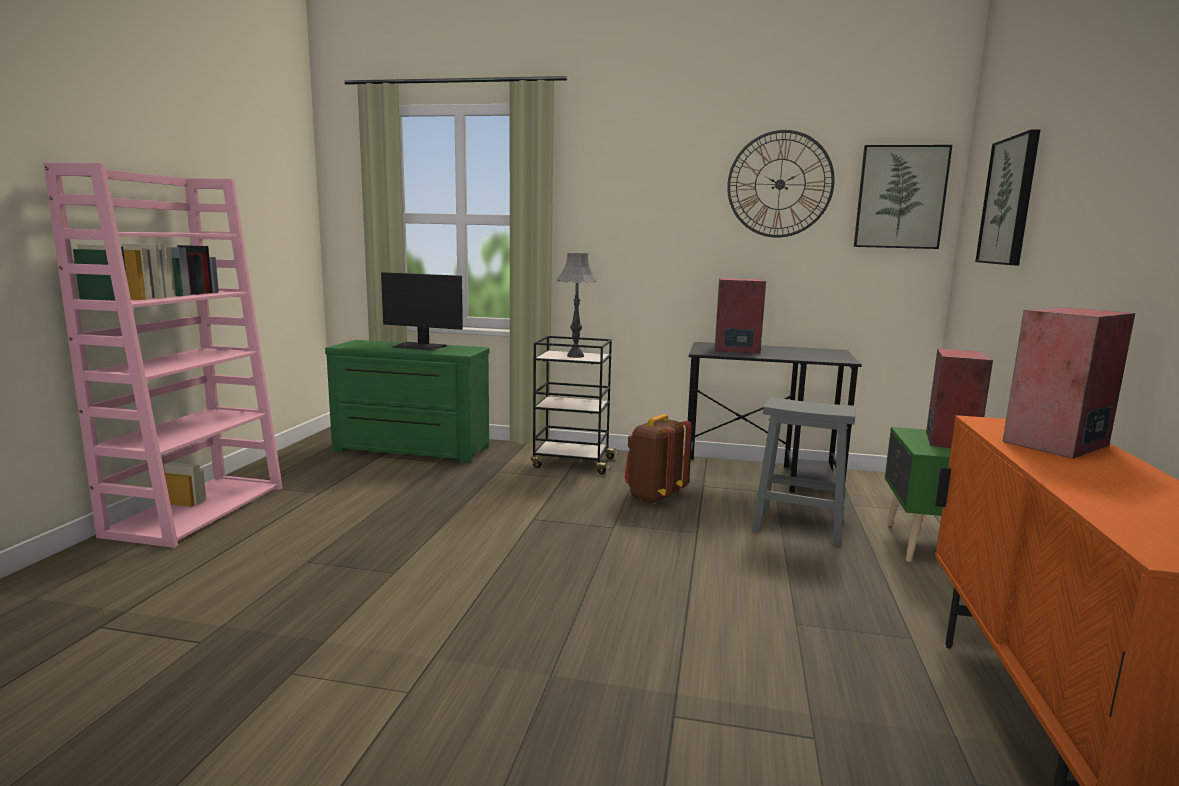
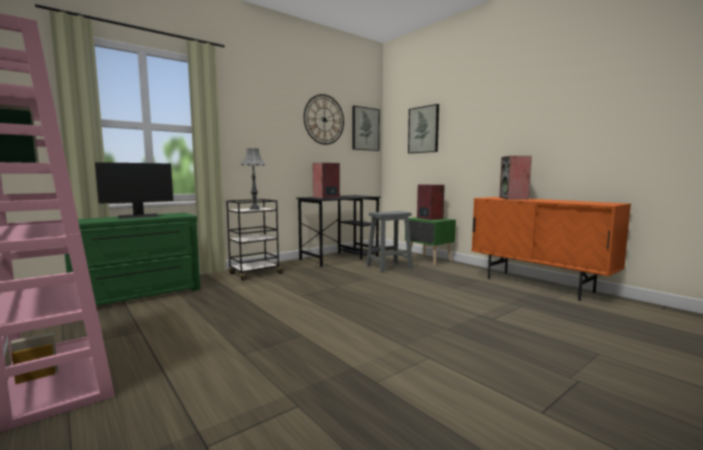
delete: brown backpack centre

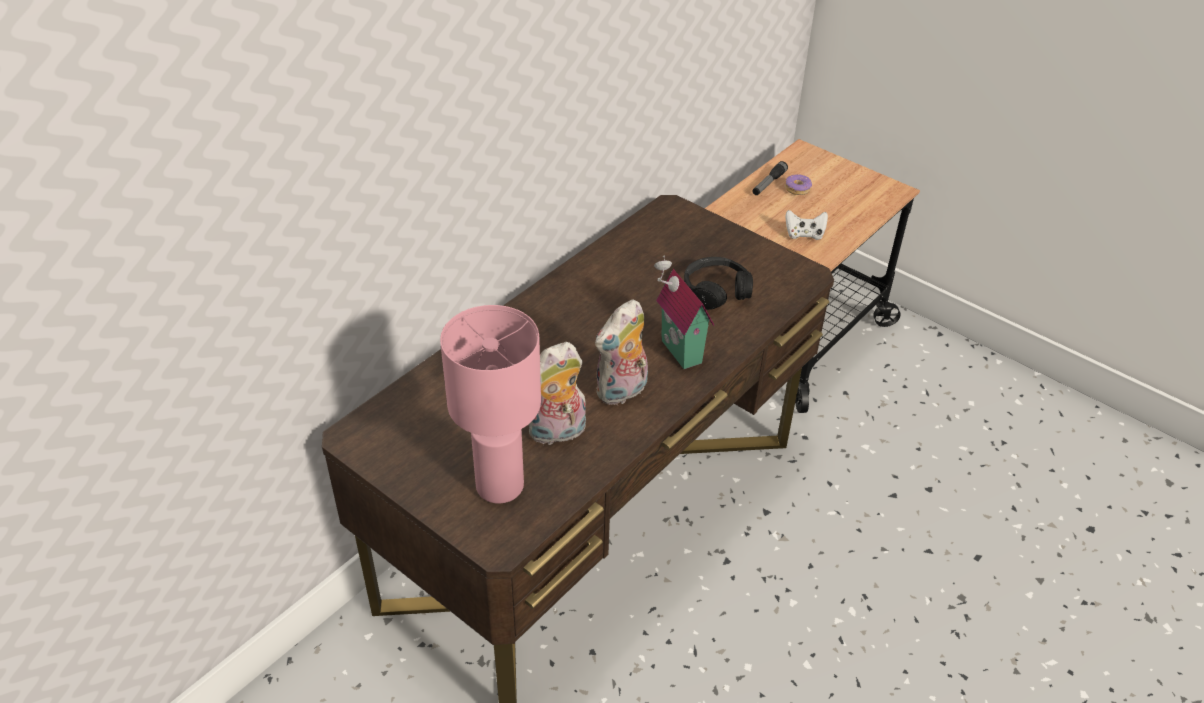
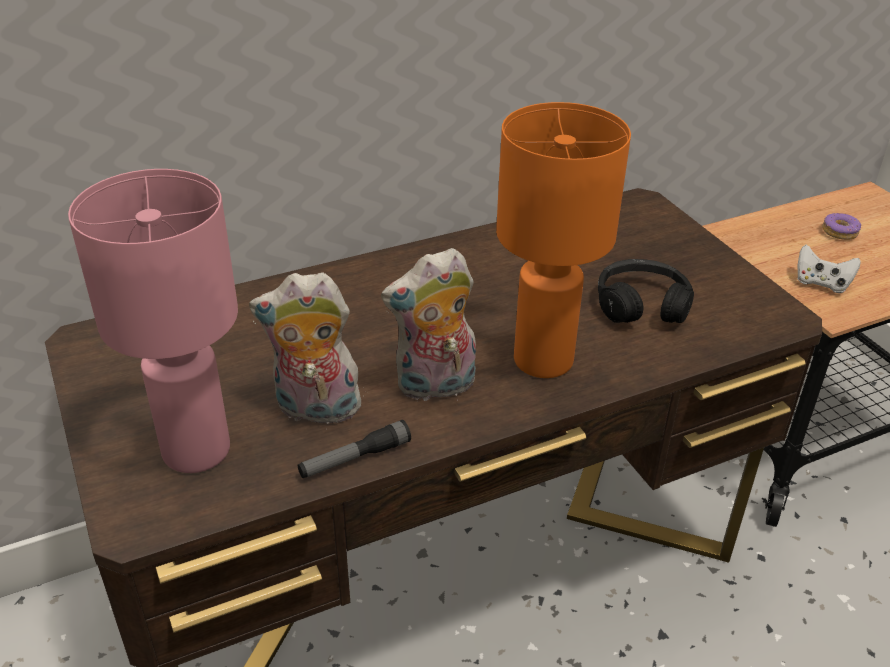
move: flashlight top centre to bottom centre
replace: toy house centre to orange table lamp centre

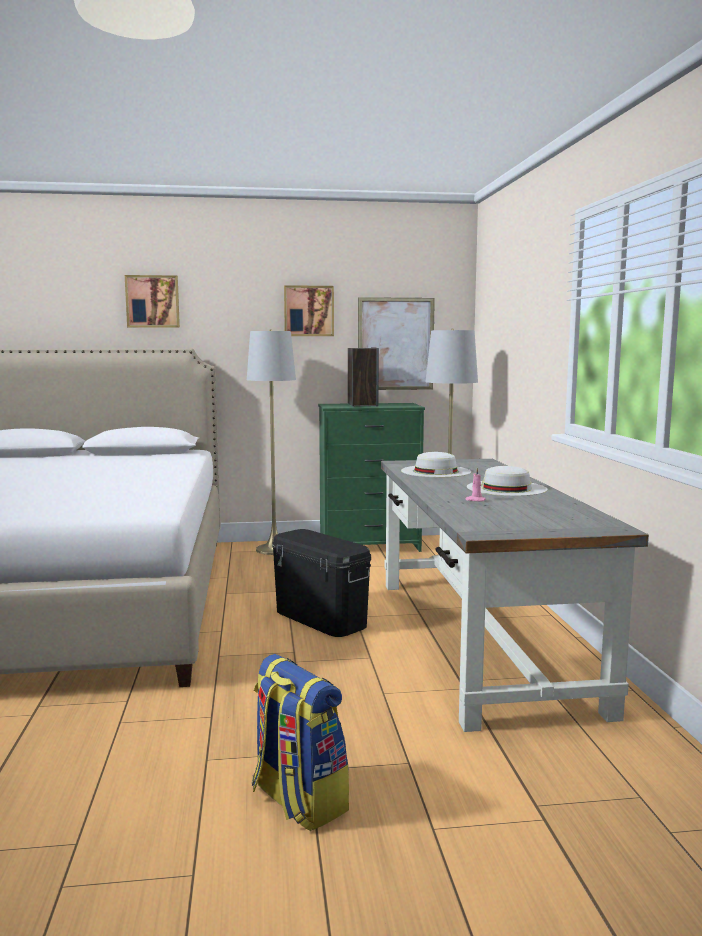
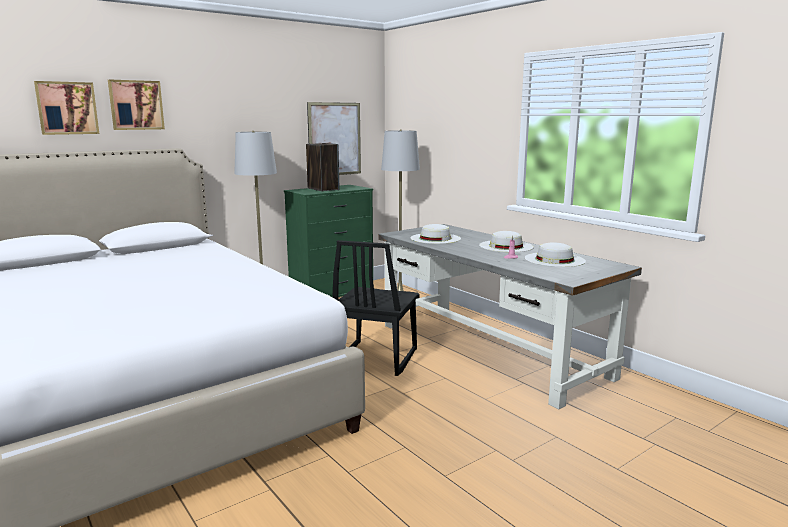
delete: backpack bottom centre
insert: white hat (3rd from left) middle right
move: picture (2nd from left in the first image) top centre to picture (1st from left) top left
replace: black storage box centre to black chair centre

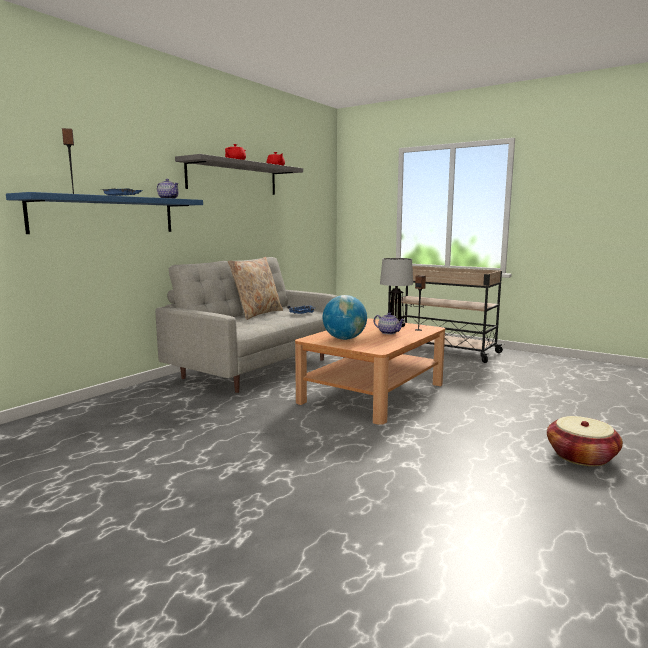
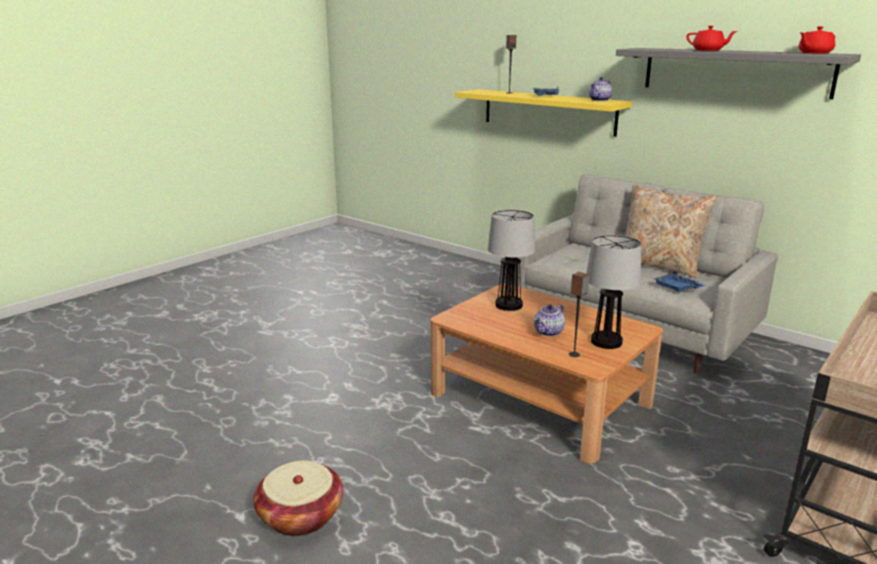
replace: globe centre to table lamp (1st from left) centre
recolor: blue shelf top left to yellow shelf top centre

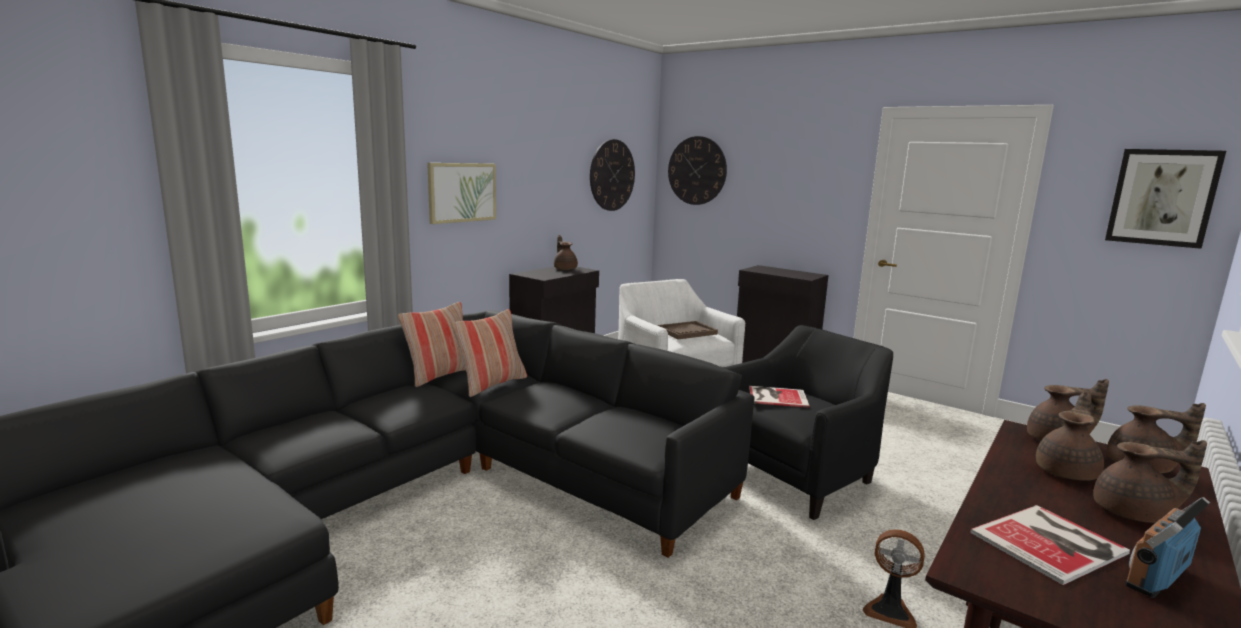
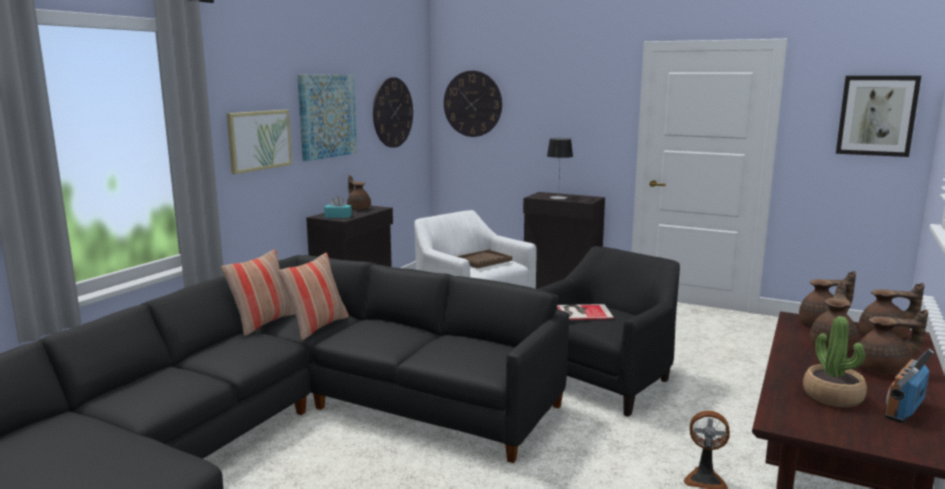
insert: picture (2nd from left) top centre; turquoise tissue box centre; table lamp centre
replace: book (2nd from left) bottom right to potted plant bottom right

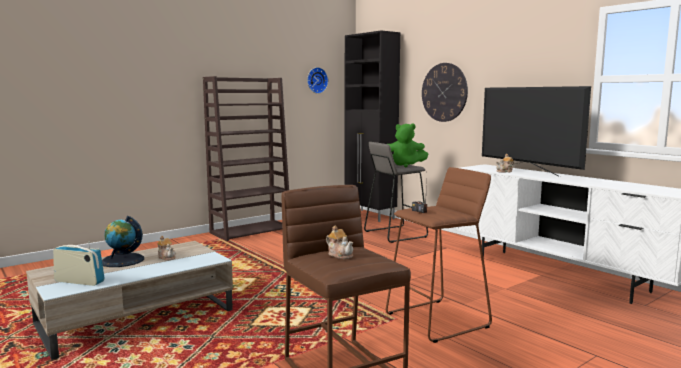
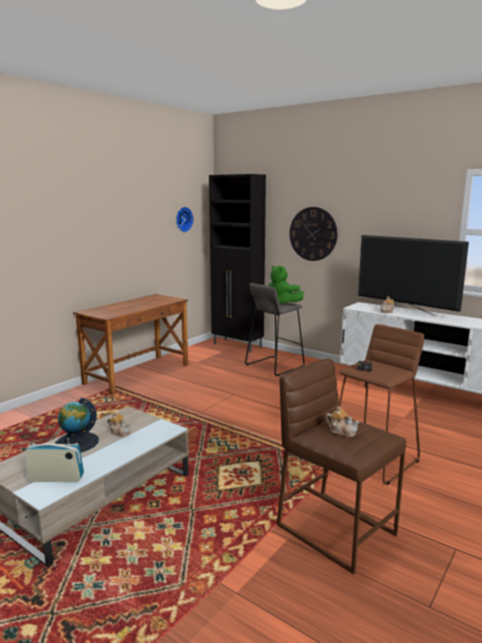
replace: brown bookcase centre to brown desk middle left
rotate: green plush toy centre = centre 60 degrees clockwise

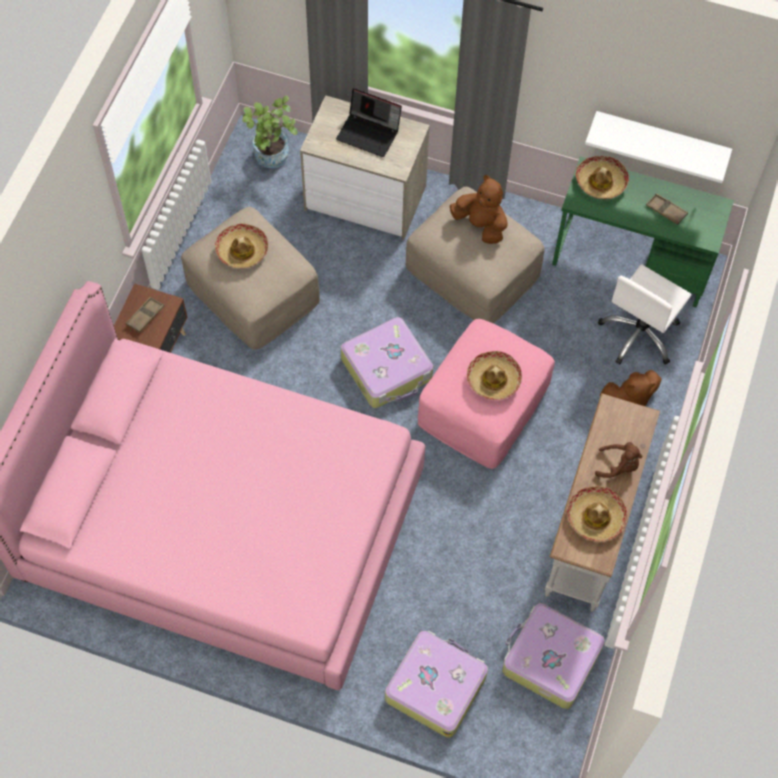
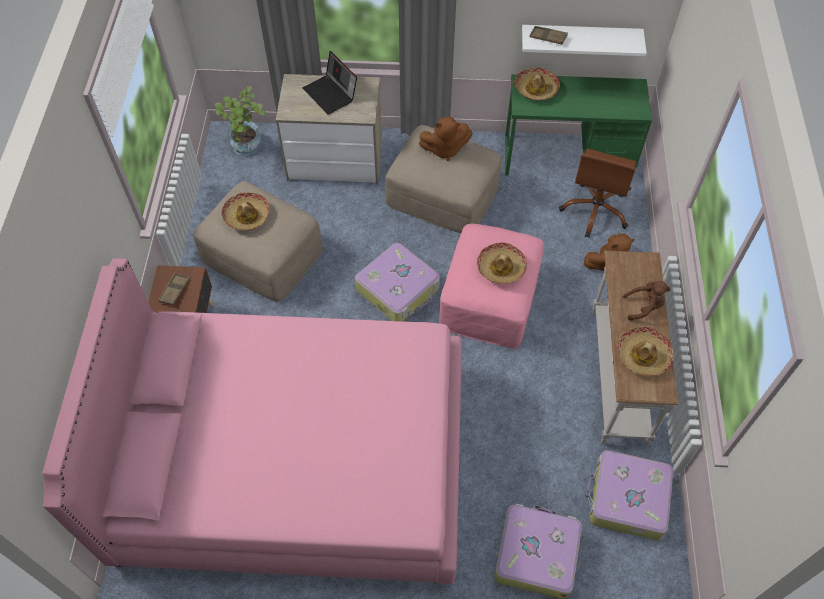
move: brown tray (2nd from left) top right to top centre
recolor: white office chair middle right to brown office chair top right
rotate: laptop top centre = top centre 45 degrees clockwise; brown plush toy (1st from left) top centre = top centre 150 degrees clockwise

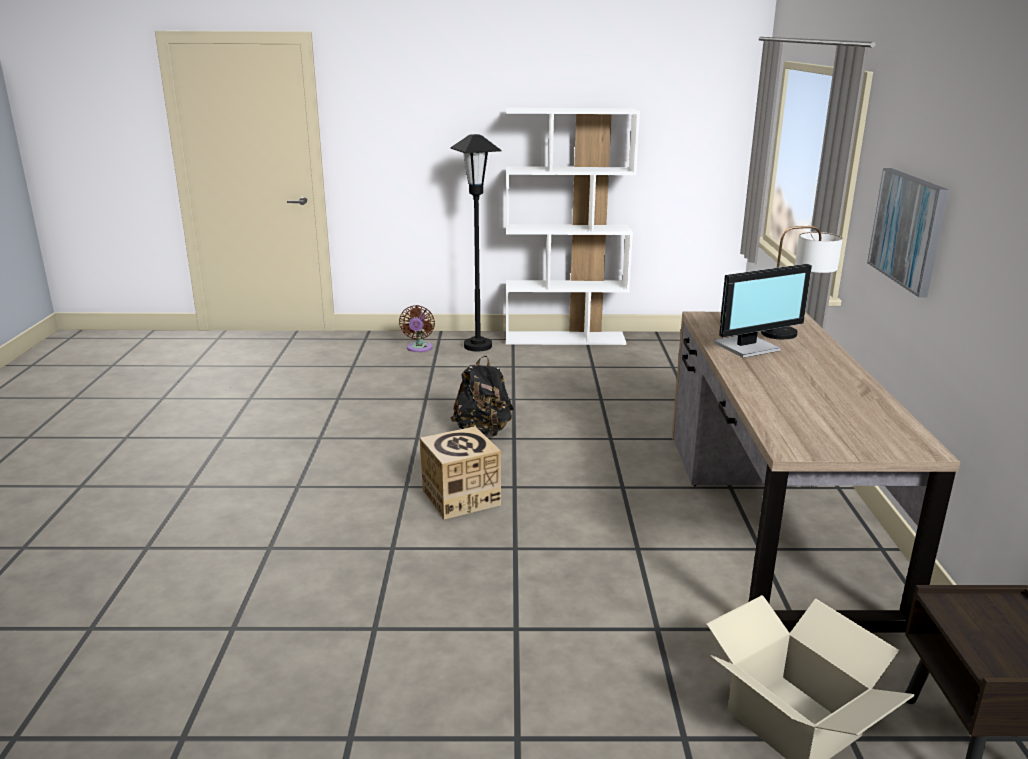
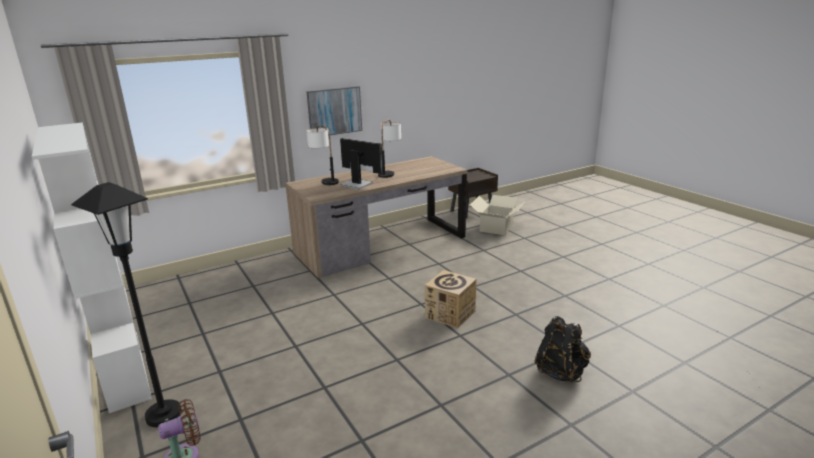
insert: table lamp (2nd from left) top centre
move: black backpack centre to bottom right

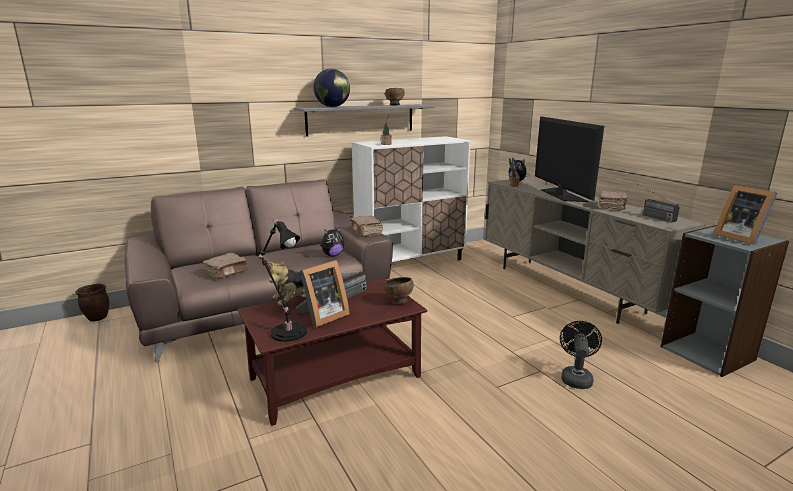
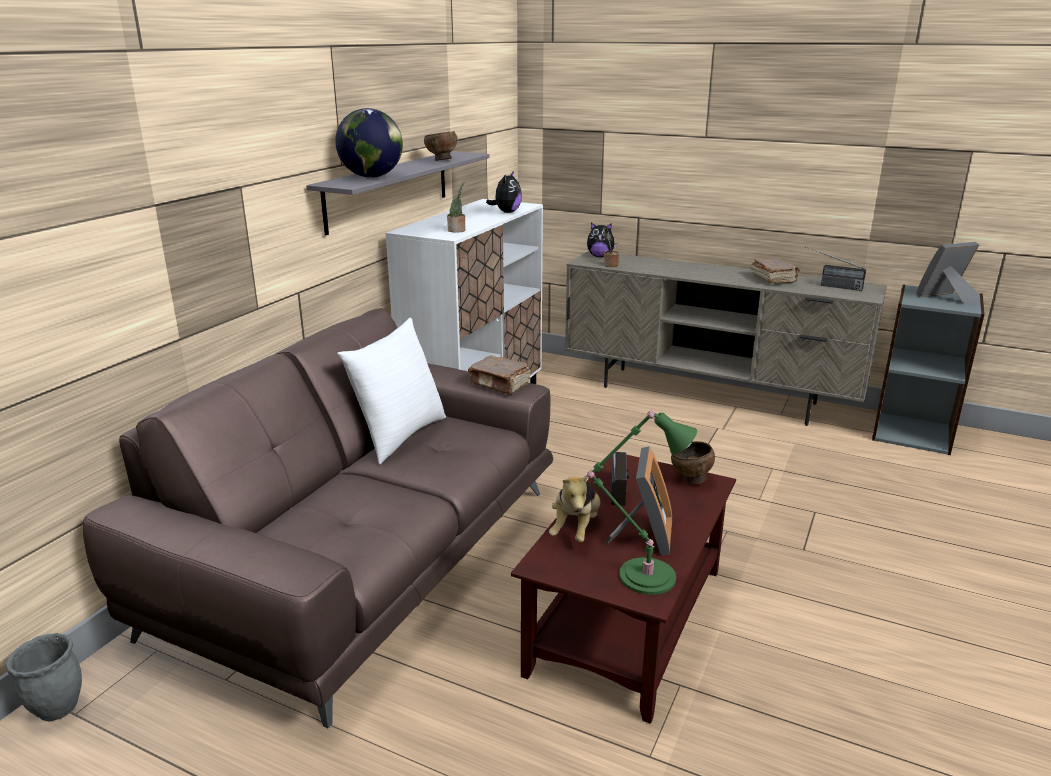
delete: brown book (1st from left) middle left; television top right; black fan bottom right
insert: white pillow centre
move: plush toy (2nd from left in the first image) centre to plush toy (1st from left) top centre
recolor: brown planter middle left to grey planter bottom left; black table lamp centre to green table lamp centre
rotate: picture frame (2nd from left) middle right = middle right 135 degrees clockwise

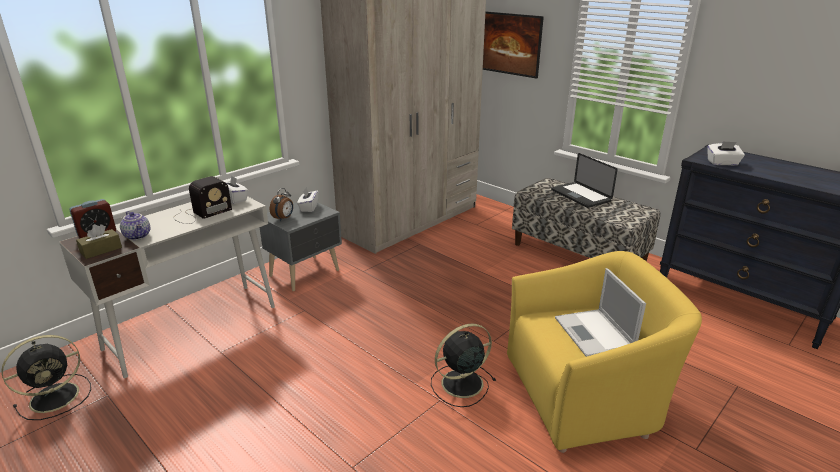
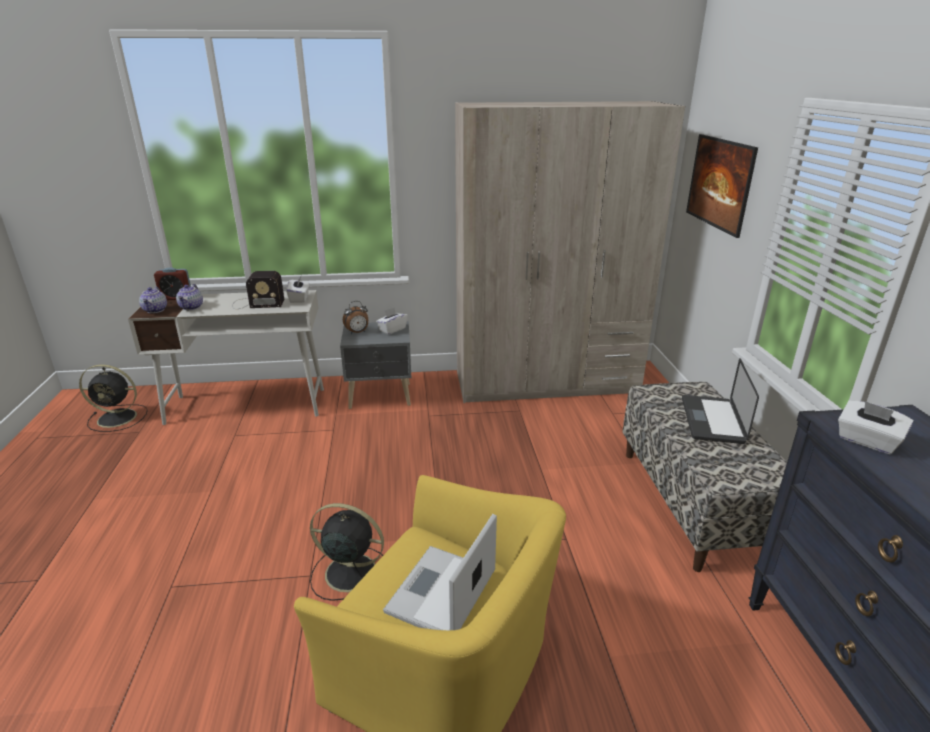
replace: brown tissue box middle left to teapot (1st from left) middle left

